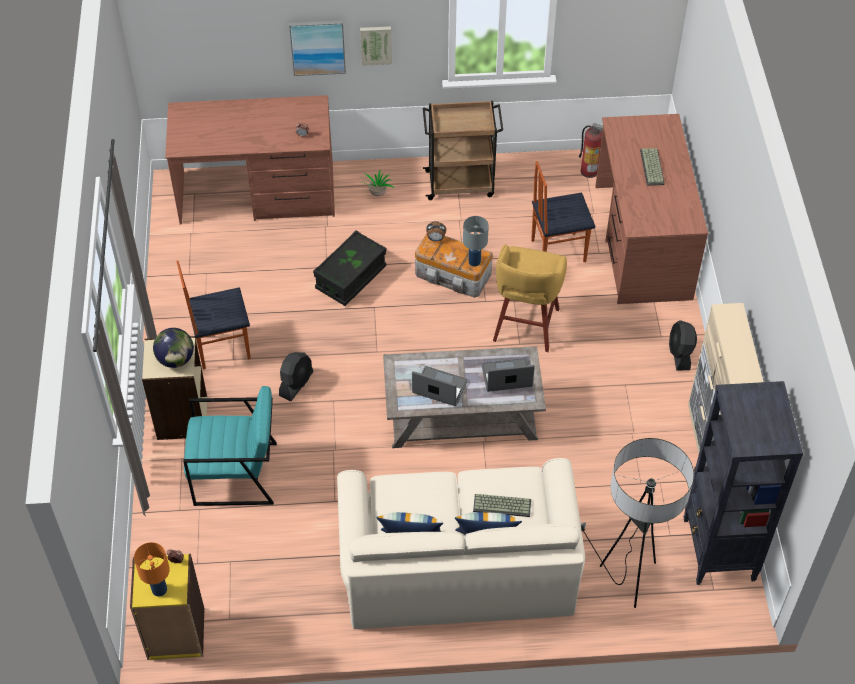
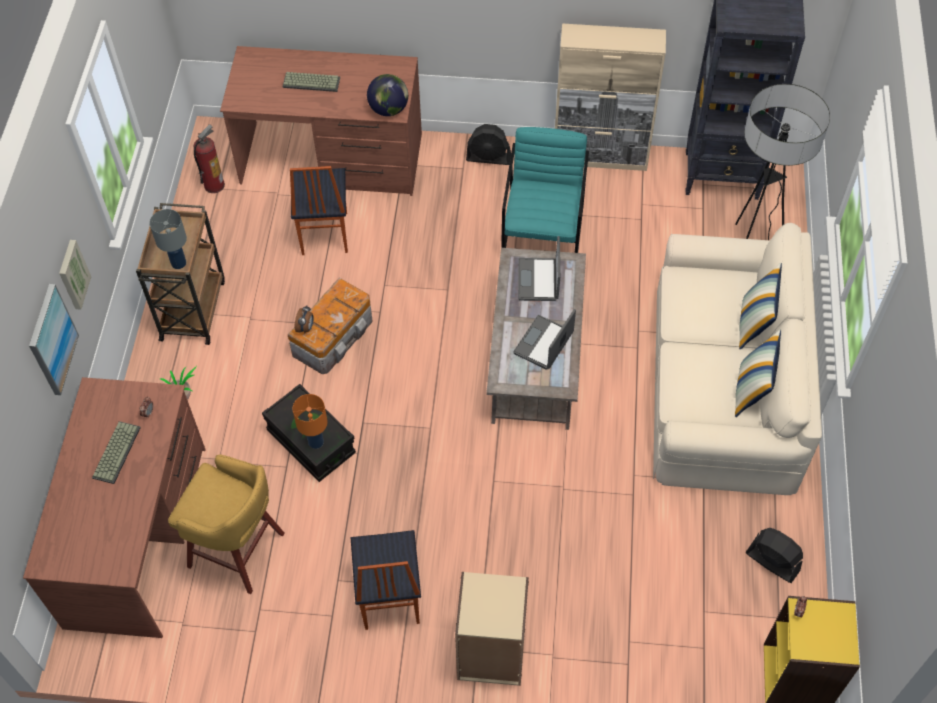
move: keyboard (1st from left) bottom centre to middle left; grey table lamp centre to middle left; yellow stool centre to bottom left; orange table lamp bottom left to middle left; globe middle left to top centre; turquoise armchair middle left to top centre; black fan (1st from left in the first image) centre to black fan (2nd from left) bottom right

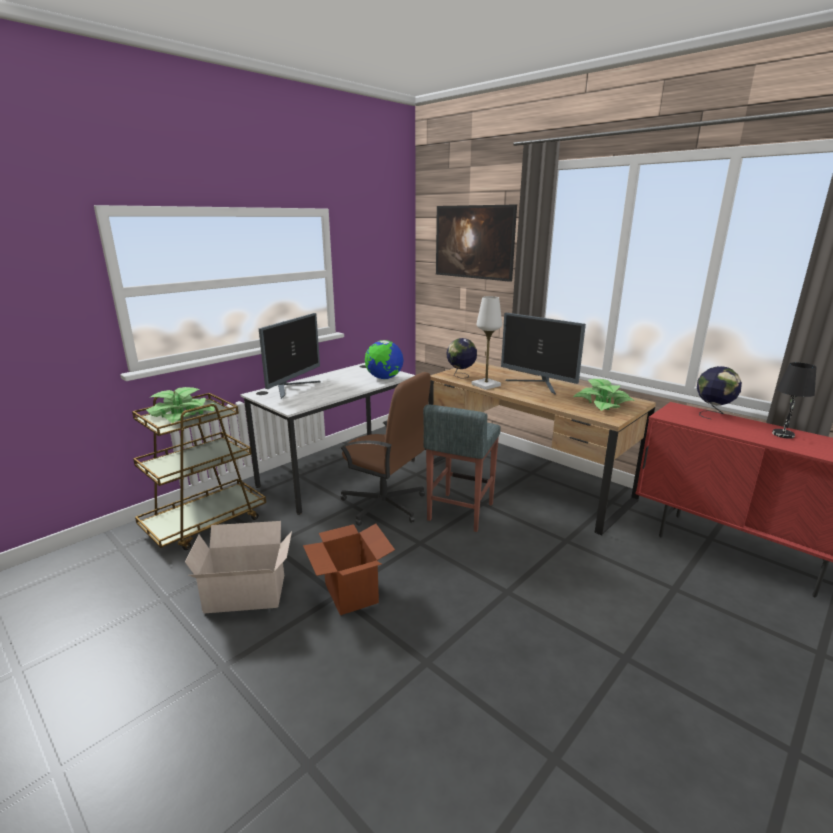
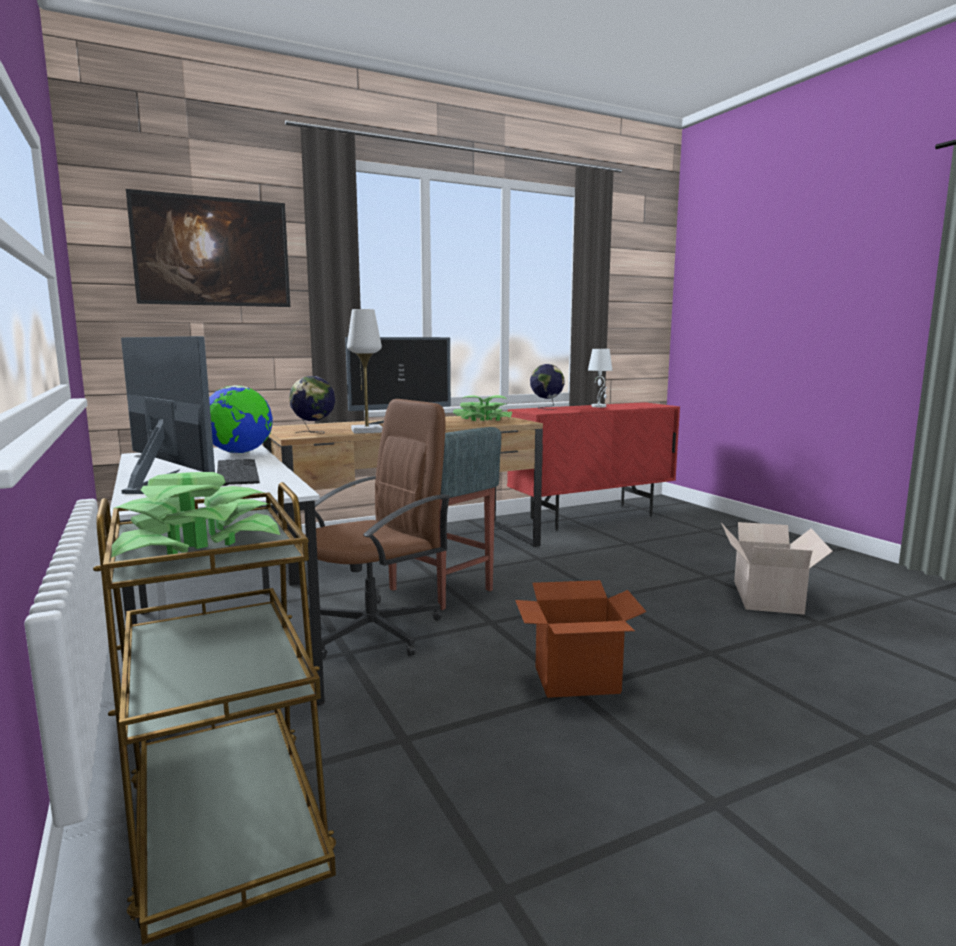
insert: keyboard middle left
move: cardboard box (1st from left in the first image) bottom left to cardboard box (2nd from left) middle right
recolor: black table lamp middle right to white table lamp (2nd from left) centre

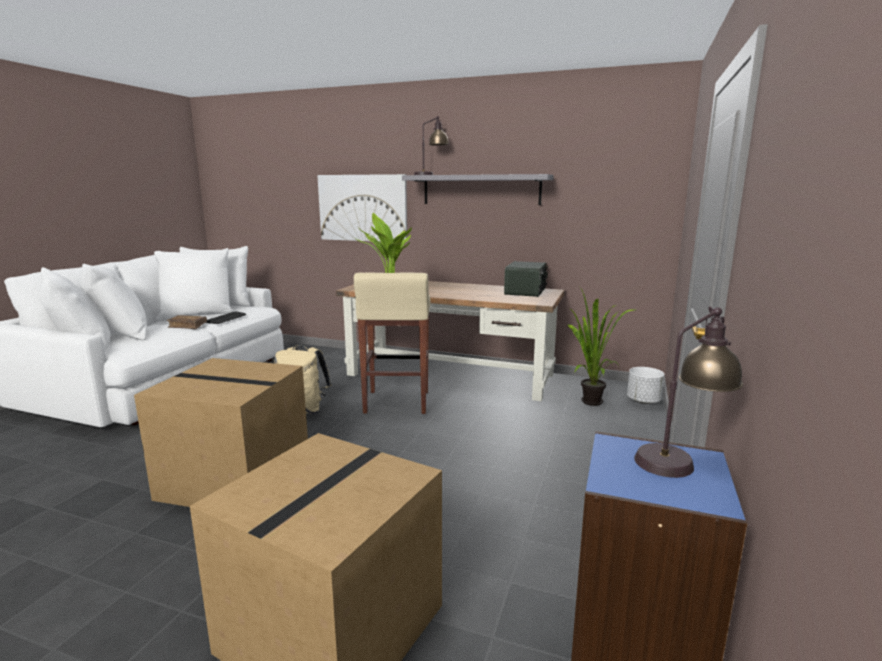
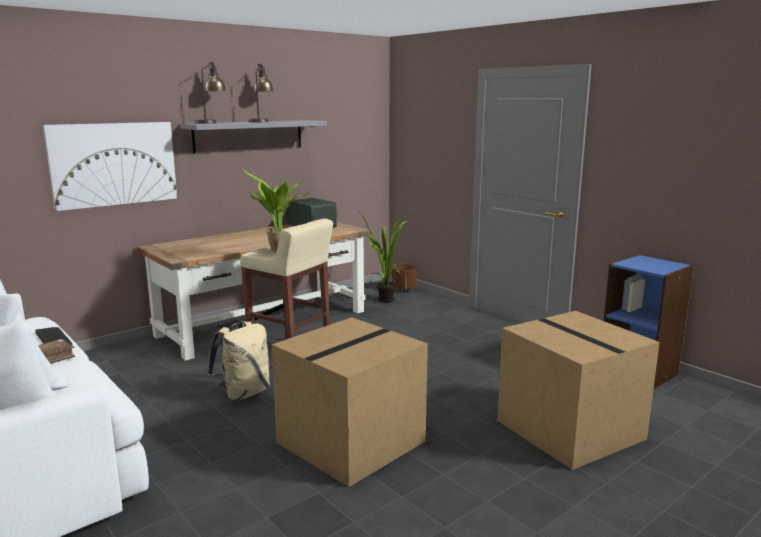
move: table lamp (2nd from left) middle right to top centre
recolor: white planter middle right to brown planter centre

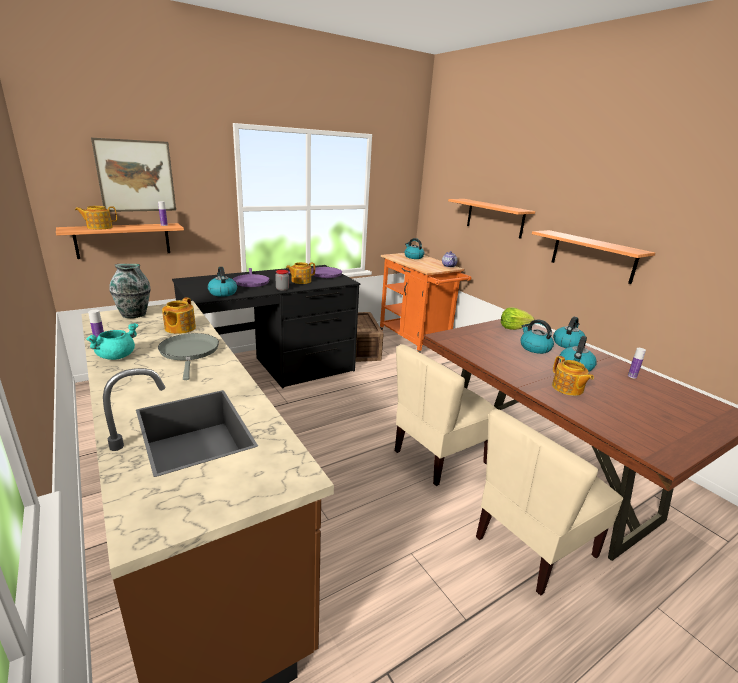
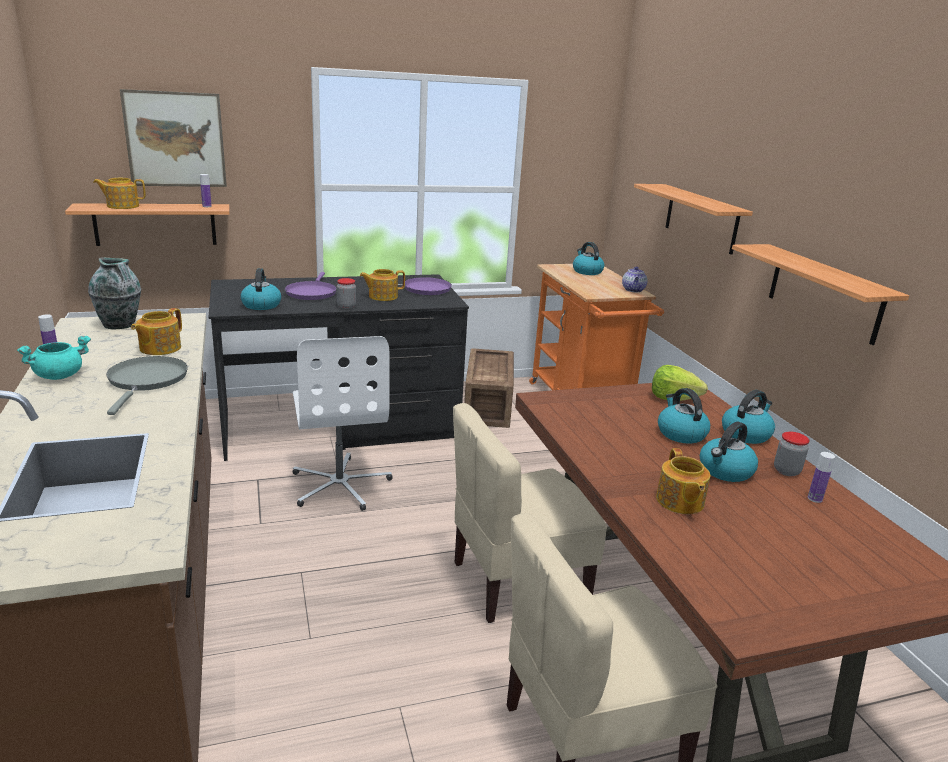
insert: white office chair centre; jar (2nd from left) middle right

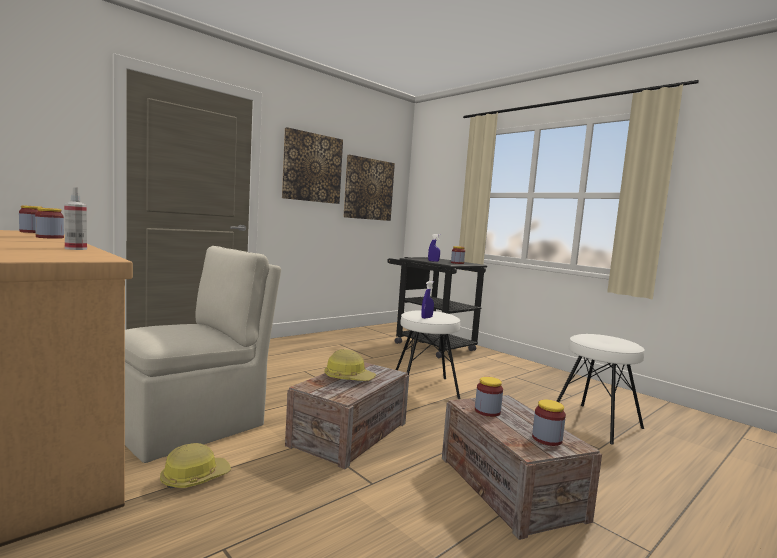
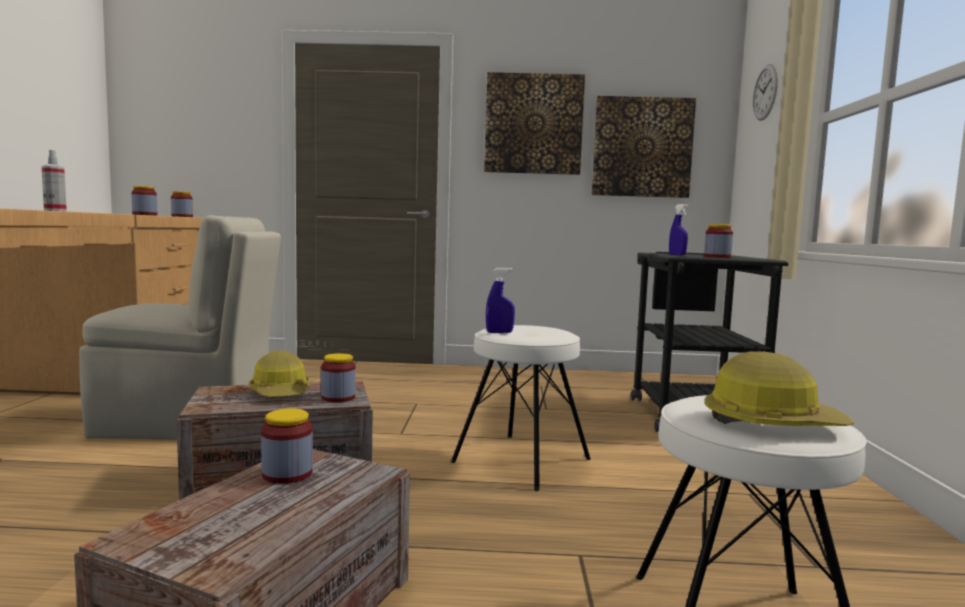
insert: wall clock top right
move: jar (5th from left in the first image) bottom right to jar (4th from left) centre; hard hat (1st from left in the first image) bottom left to hard hat (2nd from left) middle right

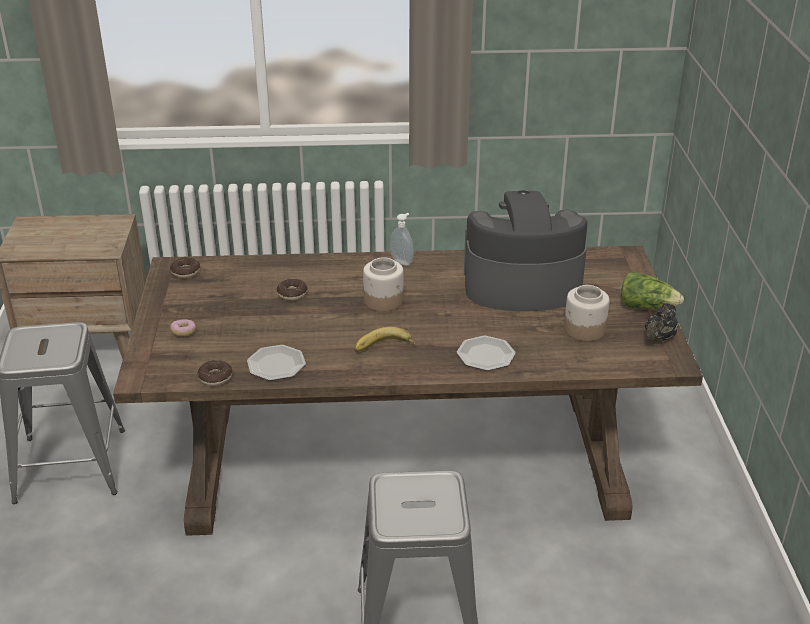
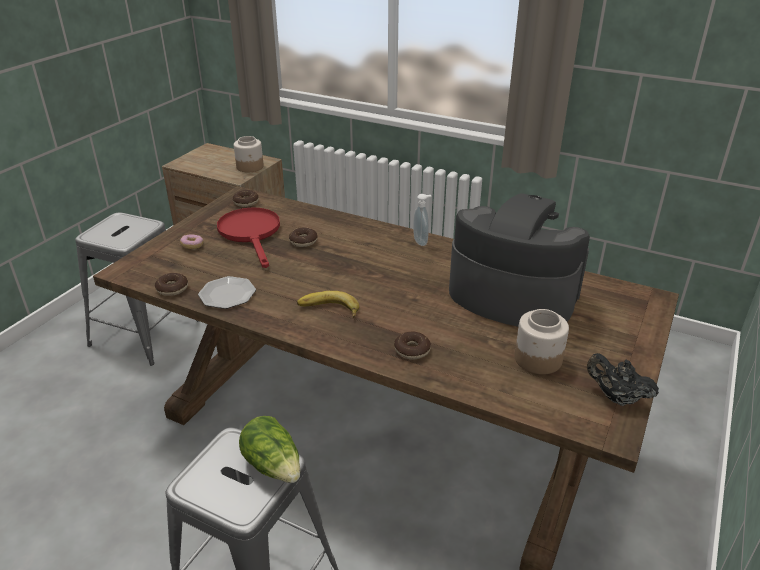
insert: red frying pan middle left
move: jar (1st from left) centre to top left; lettuce middle right to bottom centre
replace: plate (2nd from left) centre to donut (5th from left) centre
rotate: black teapot middle right = middle right 60 degrees clockwise

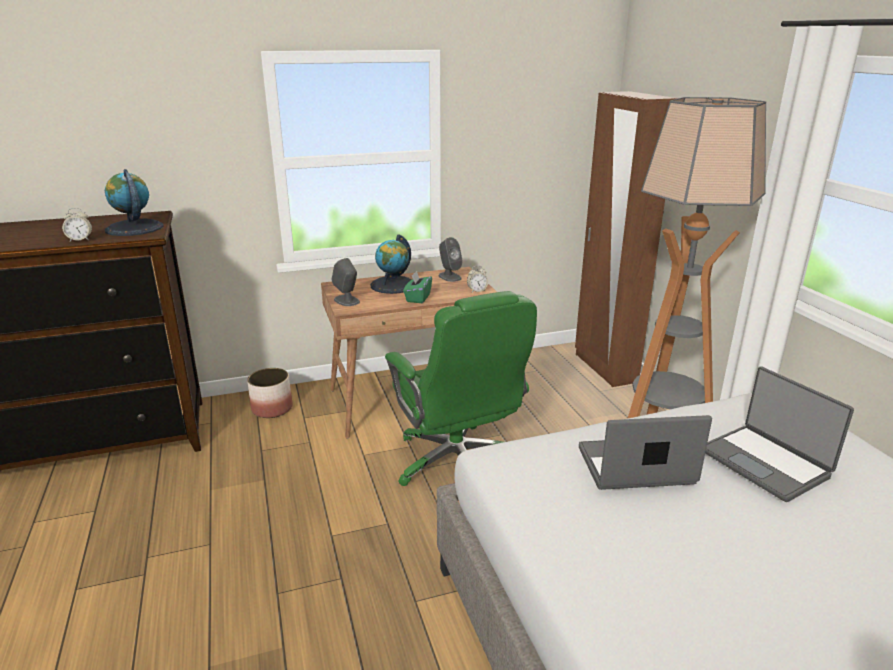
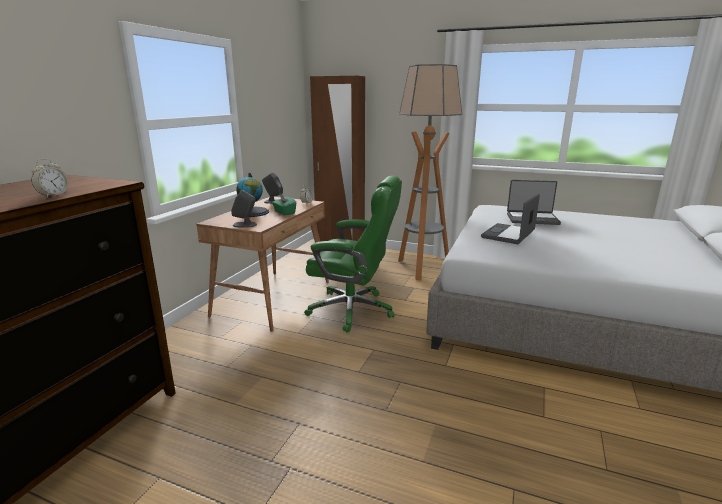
delete: globe (1st from left) top left; planter middle left

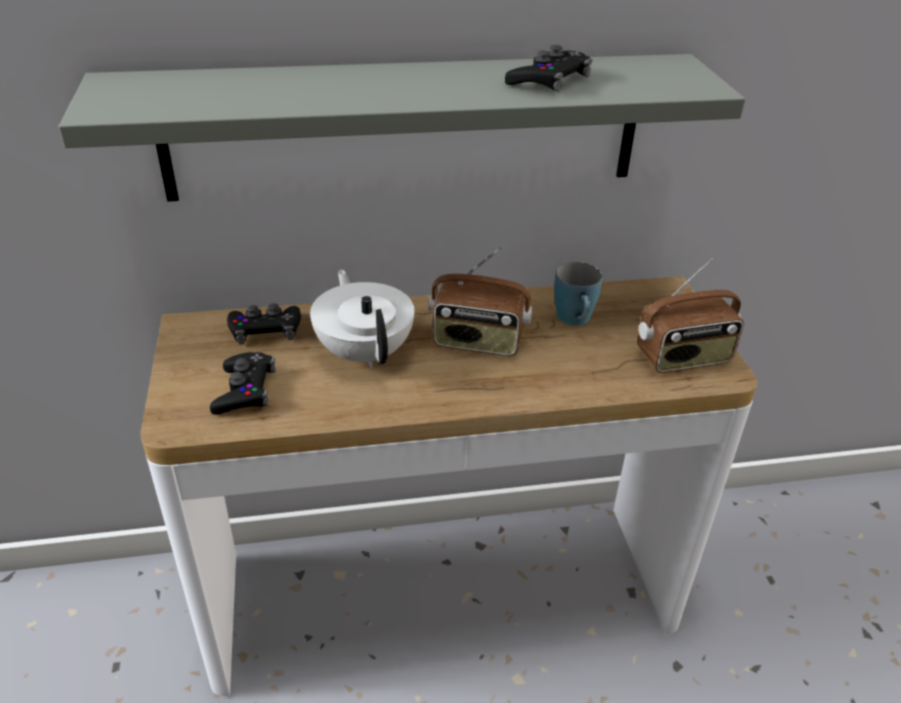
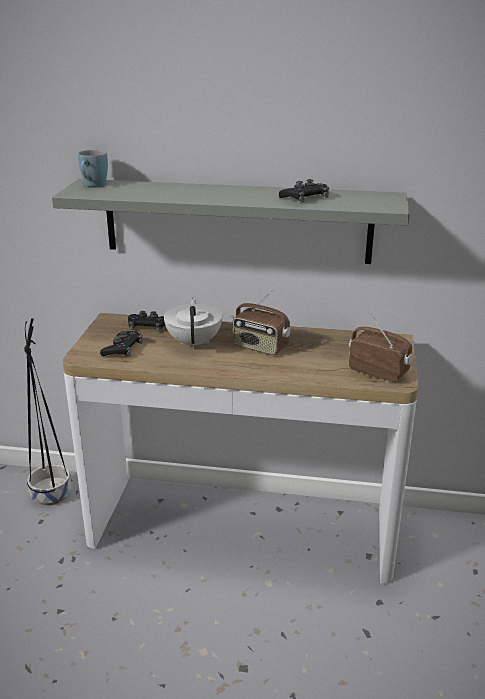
insert: black planter middle left
move: blue mug centre to top left
rotate: radio (2nd from left) middle right = middle right 150 degrees counterclockwise

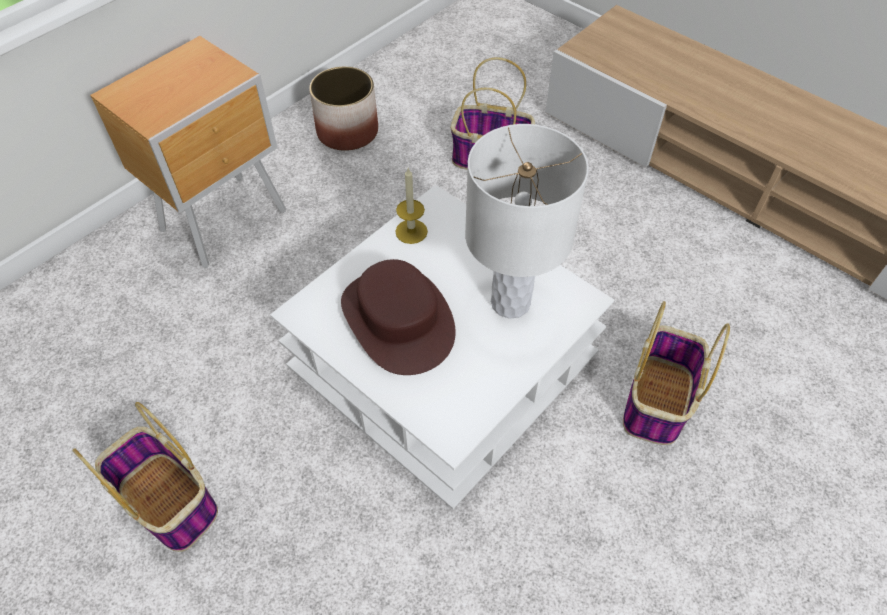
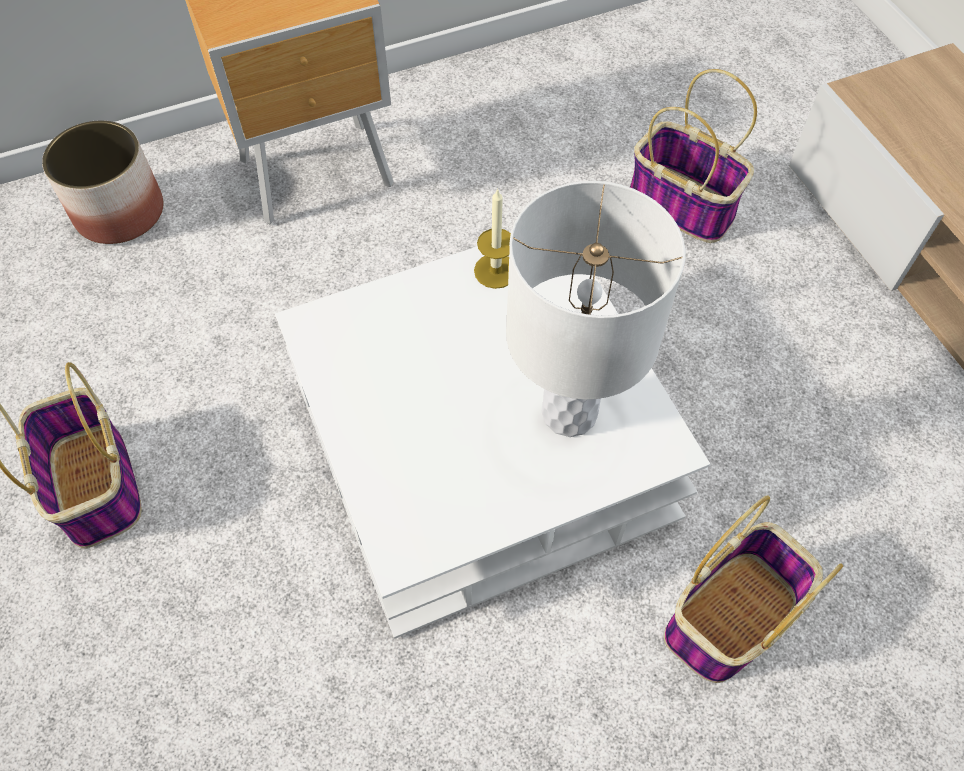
delete: brown hat centre
move: planter top centre to top left

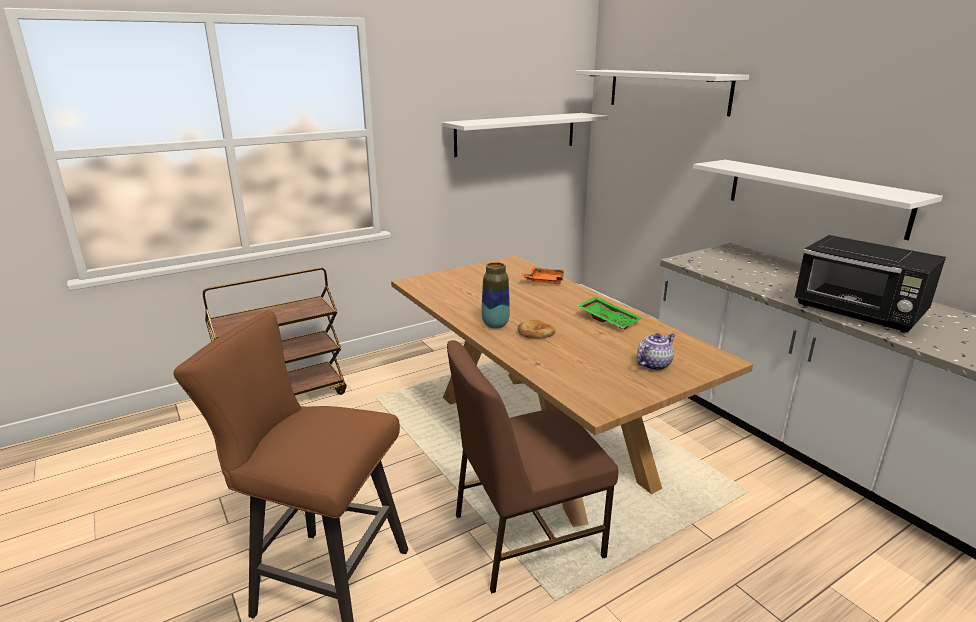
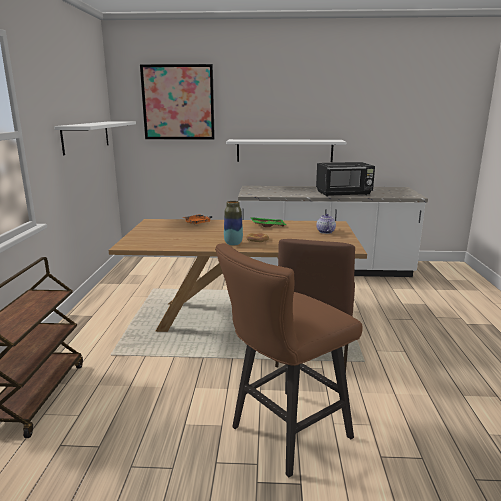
replace: white shelf (2nd from left) top right to picture top centre

